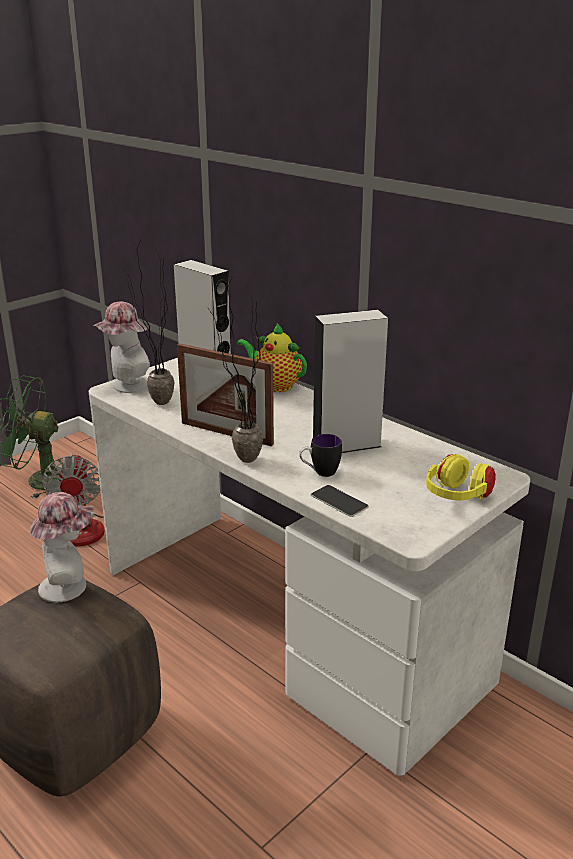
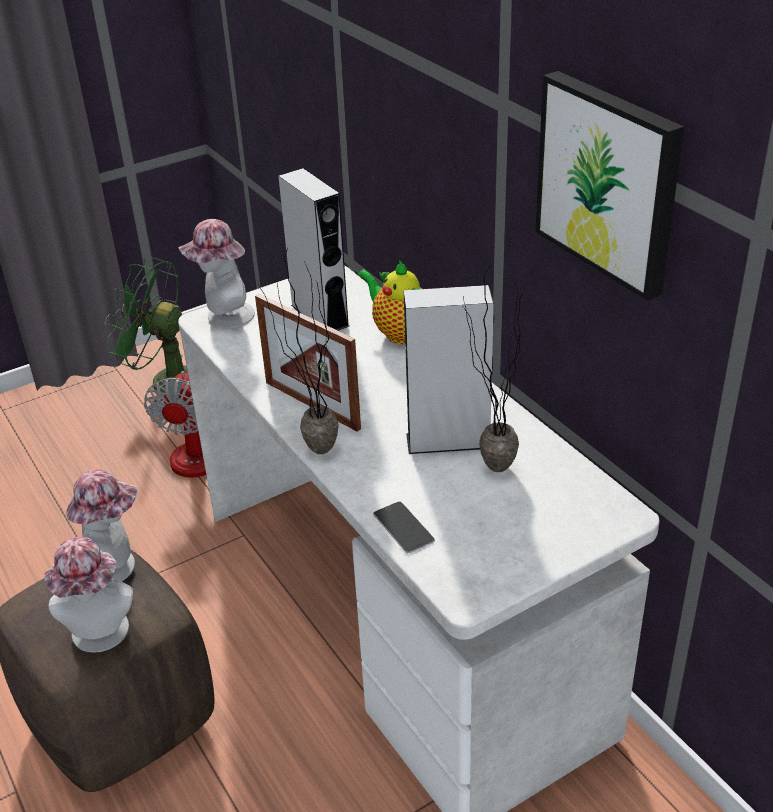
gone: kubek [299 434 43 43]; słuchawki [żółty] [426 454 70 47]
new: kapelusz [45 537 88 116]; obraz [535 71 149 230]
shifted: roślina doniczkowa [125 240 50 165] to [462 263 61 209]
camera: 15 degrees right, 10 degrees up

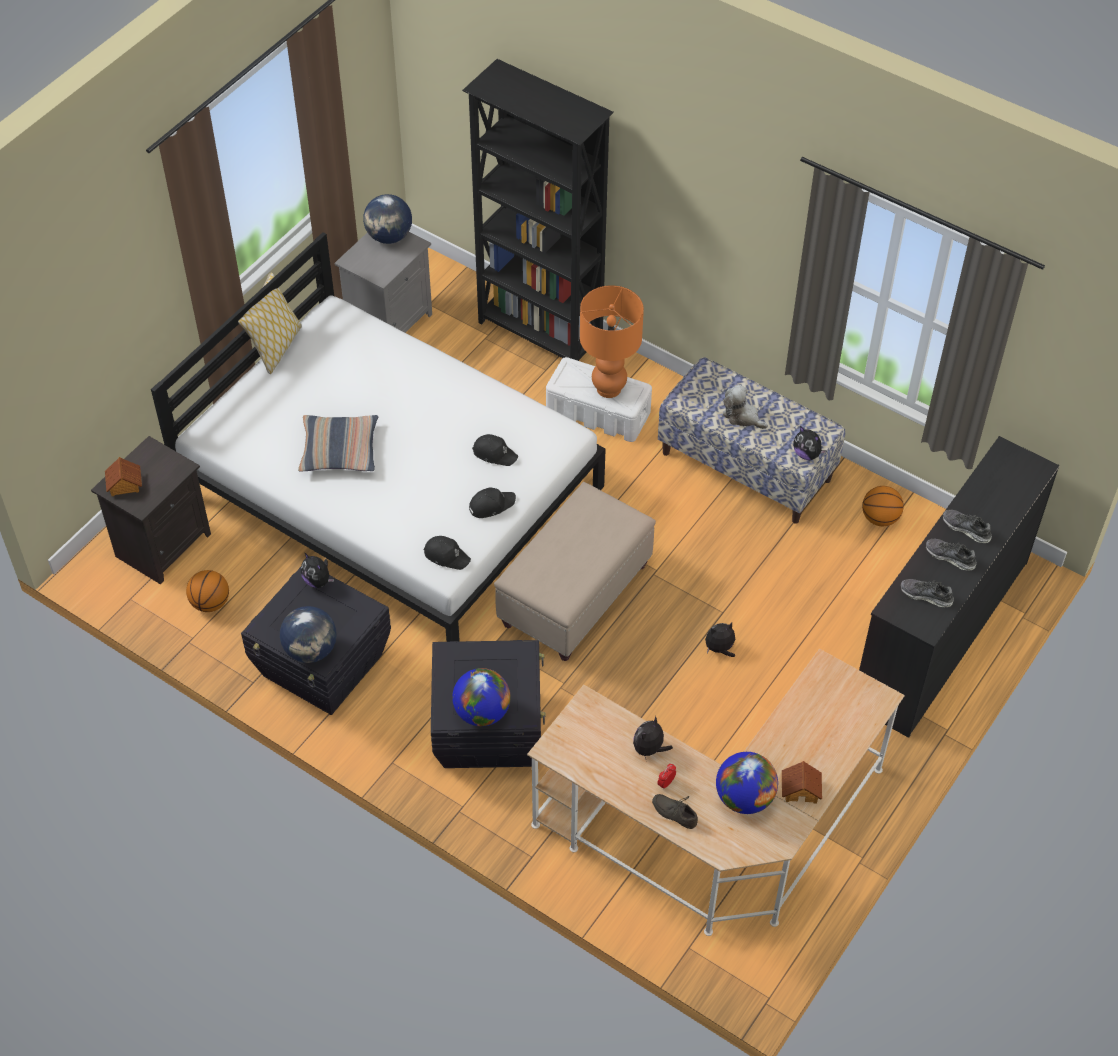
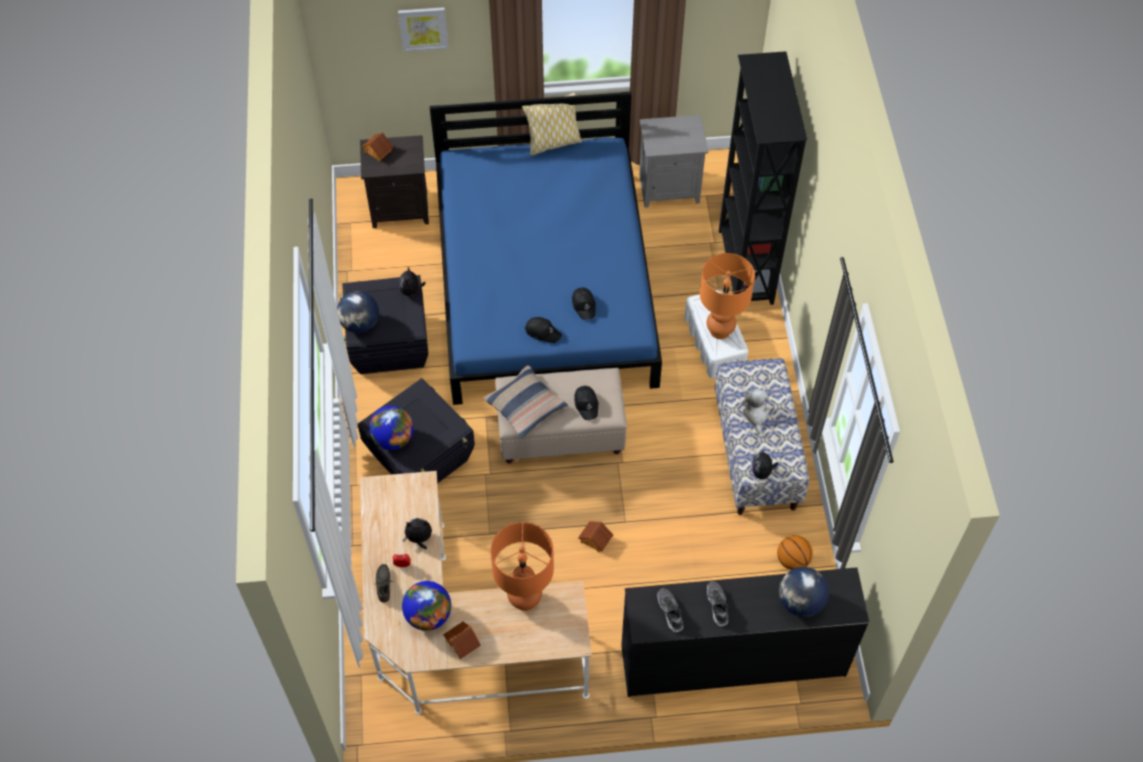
gone: piłka do koszykówki [186 570 43 42]; but [943 510 49 33]
new: obraz [398 7 50 45]; lampa stołowa [pomarańczowy] [491 522 63 89]
shifted: poduszka [298 415 81 57] to [483 365 85 73]; globus [363 194 49 50] to [779 567 50 50]; czapka z daszkiem [czarny] [423 536 48 34] to [574 386 25 34]
swapped: pluszak [705 623 30 34] to domek [578 521 35 31]
repainted: łóżko [biały] [151 232 455 410] to łóżko [niebieski] [430 91 232 314]
camera: 50 degrees right, 5 degrees up

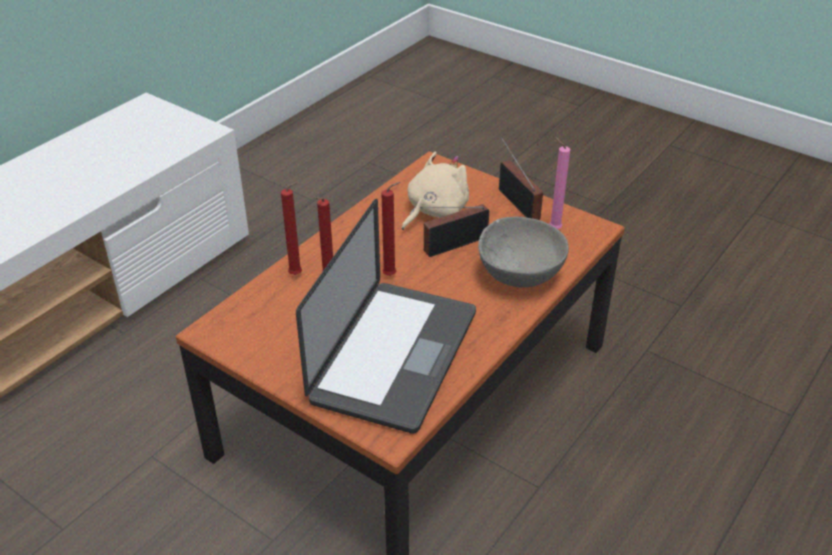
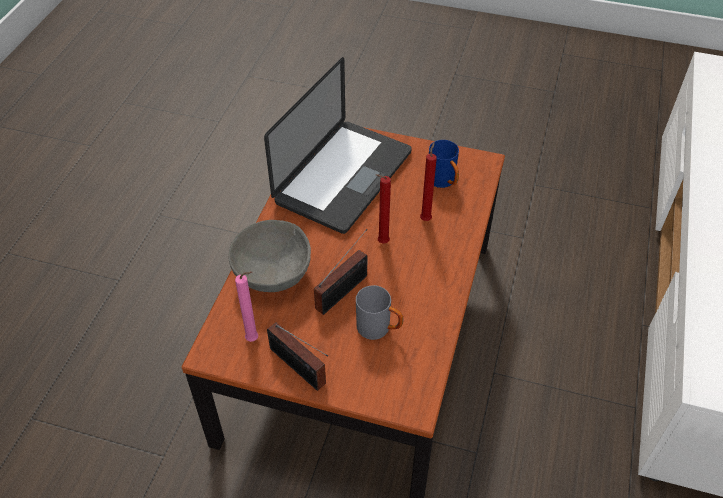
gone: świeca [czerwony] [281 182 21 93]
new: kubek [niebieski] [429 140 30 48]
swapped: pluszak [beżowy] [402 151 67 79] to kubek [szary] [356 285 47 55]
rotated: laptop [296 199 180 235] = [264 57 148 177] 150 degrees counterclockwise
camera: 160 degrees right, 10 degrees up

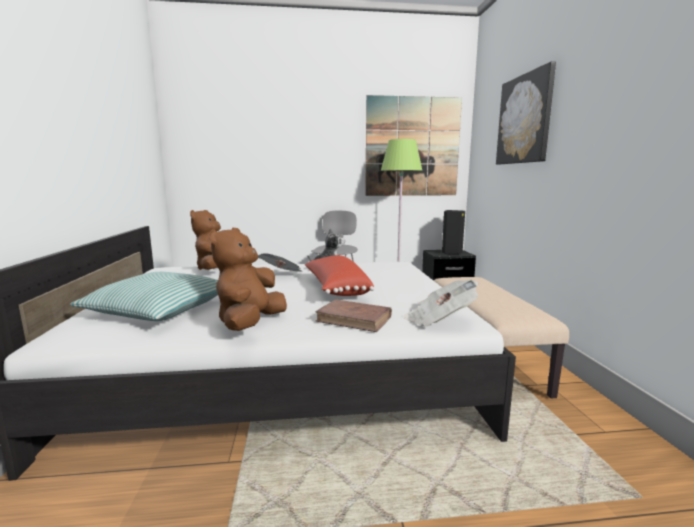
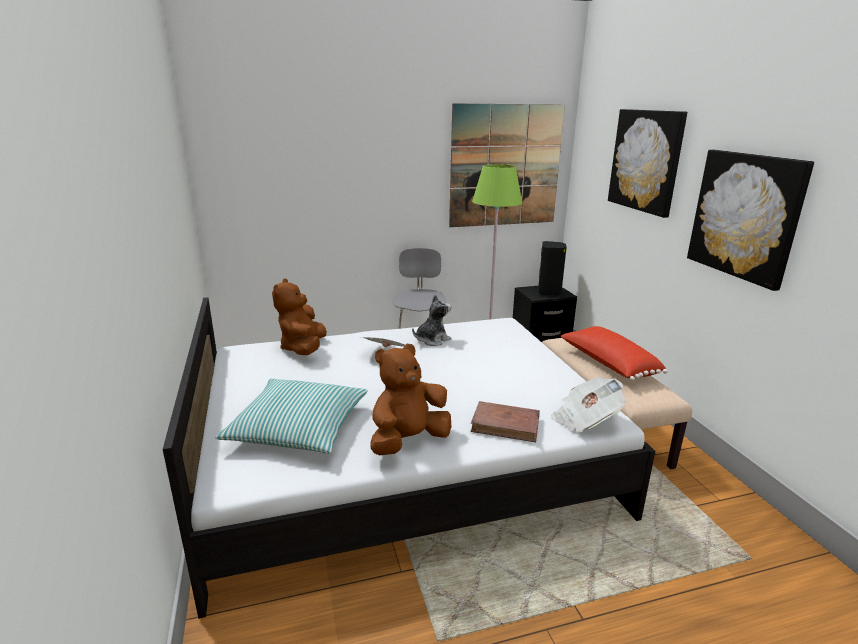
new: obraz [687 150 127 141]
shifted: poduszka [czerwony] [305 255 69 41] to [561 326 107 55]
rotated: pluszak [brązowy] [209 228 78 103] = [370 344 81 111] 45 degrees clockwise
camera: 10 degrees left, 10 degrees up

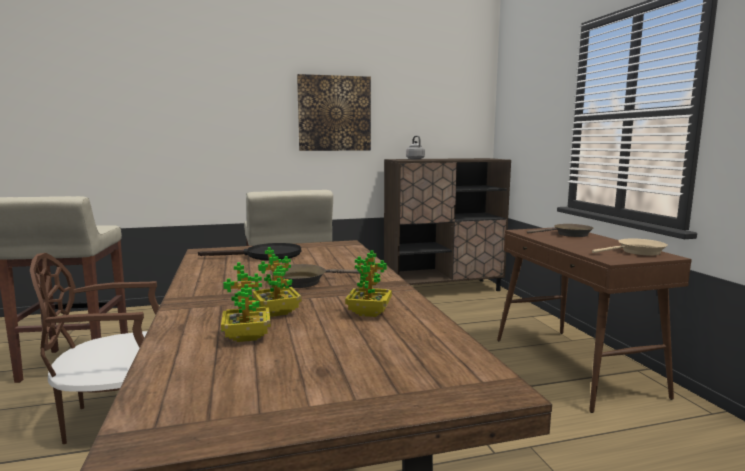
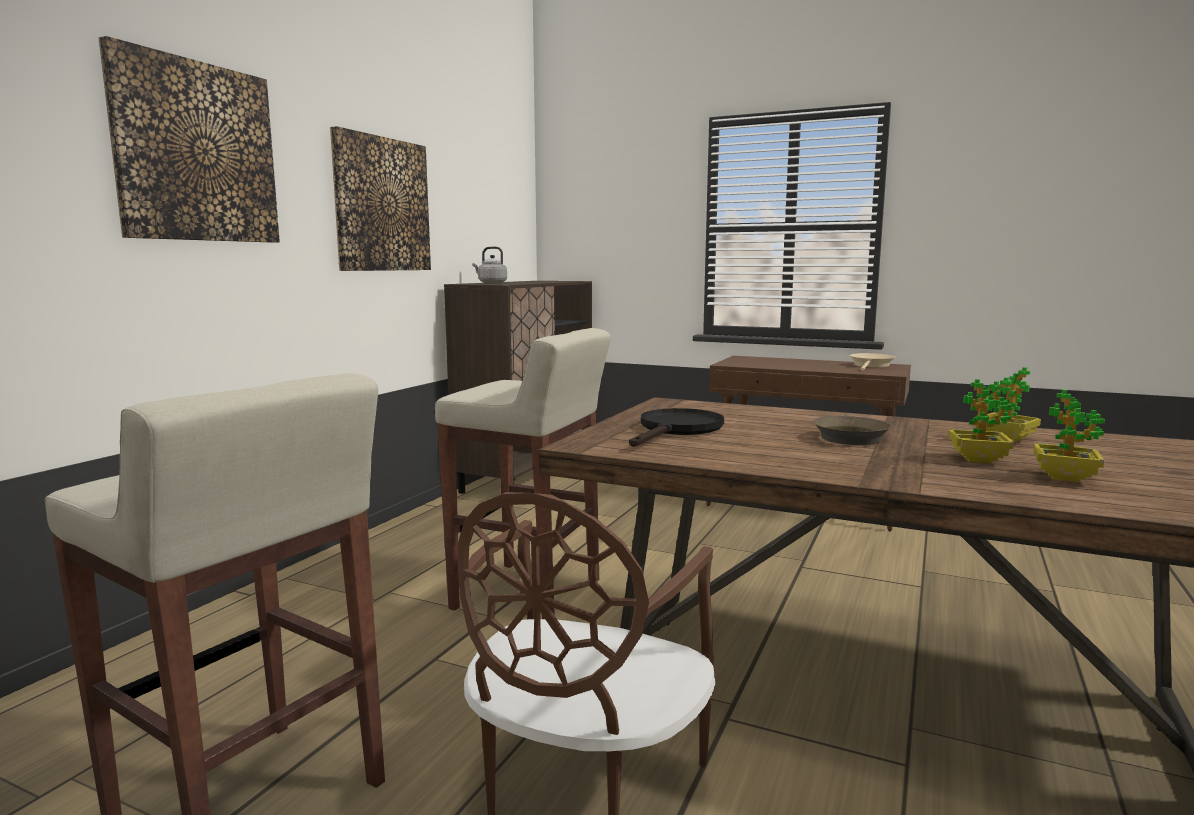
gone: patelnia [brązowy] [527 224 66 13]
new: obraz [99 36 181 207]
camera: 50 degrees left, 0 degrees up

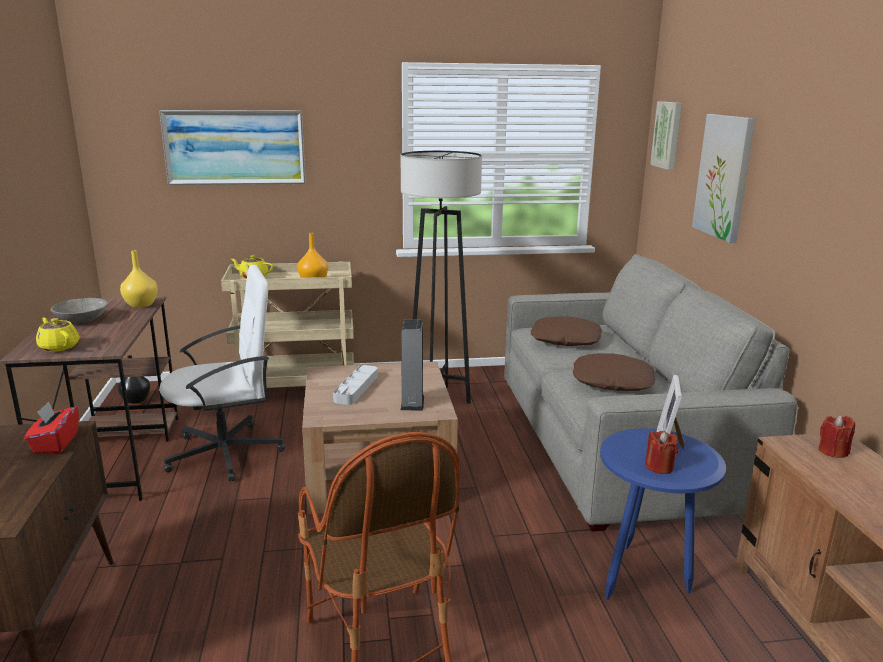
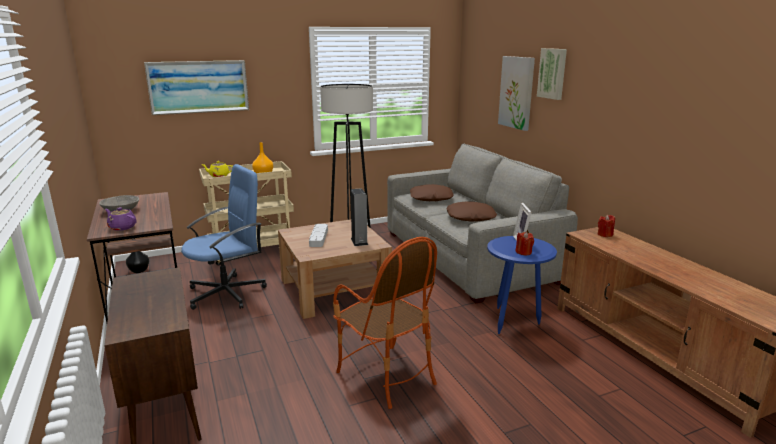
gone: pudełko chusteczek [czerwony] [24 401 55 53]; wazon [żółty] [120 250 38 58]
shifted: obraz [650 101 32 69] to [537 48 30 52]
repainted: imbryk [żółty] [36 317 44 35] to imbryk [fioletowy] [105 207 32 24]; krzesło biurowe [biały] [159 265 126 216] to krzesło biurowe [niebieski] [181 164 86 146]
camera: 15 degrees left, 0 degrees up

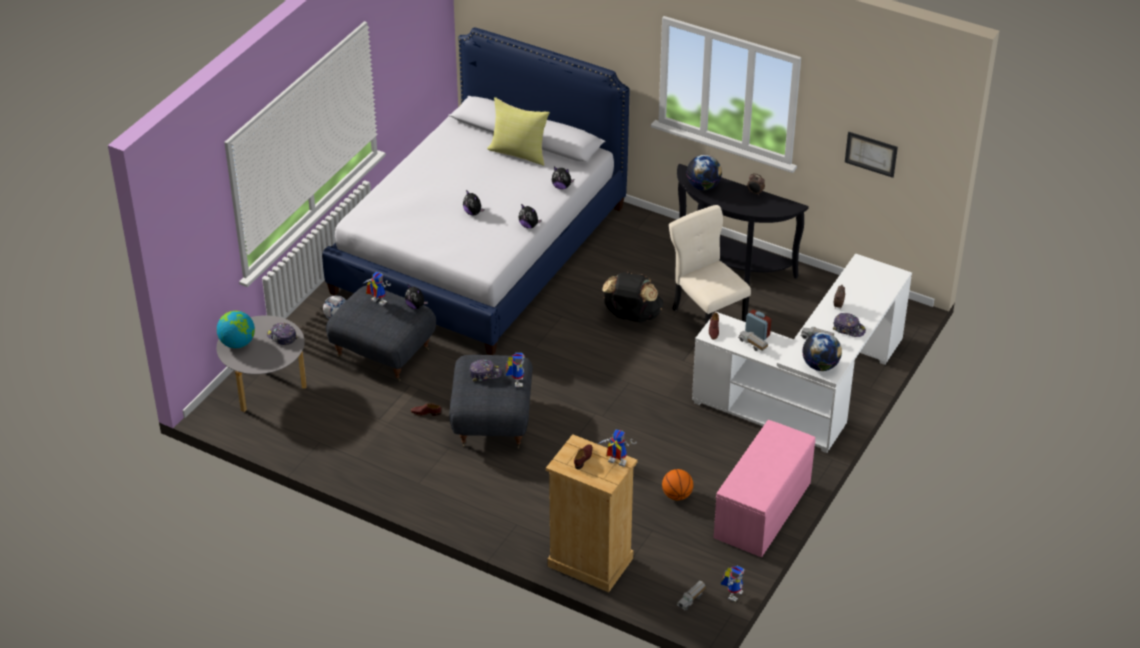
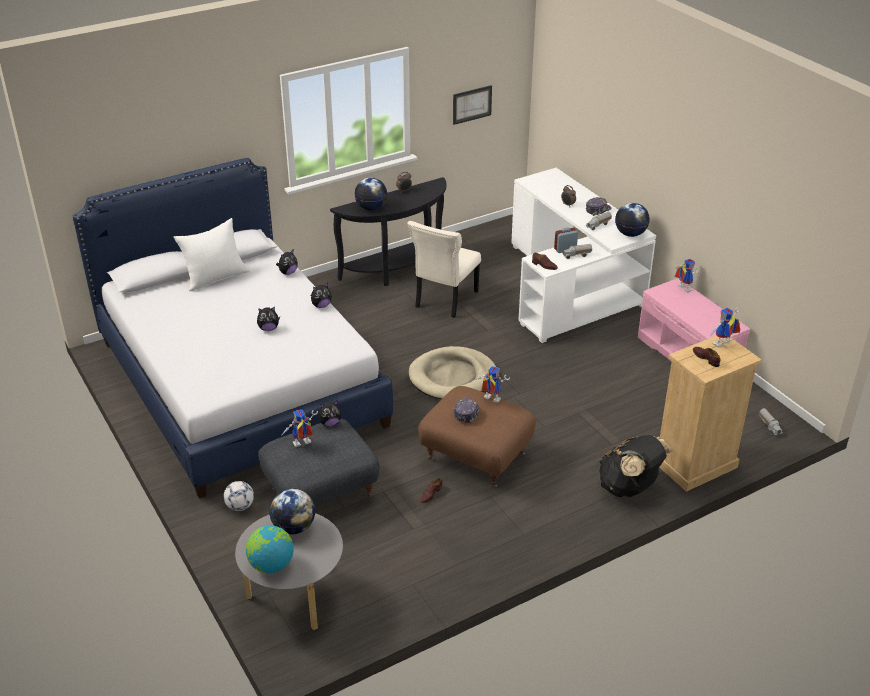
gone: piłka do koszykówki [662 469 31 31]
new: legowisko [beżowy] [409 346 87 53]
shifted: plecak [czarny] [602 272 61 50] to [599 435 73 62]; robot zabawkowy [721 566 24 36] to [675 259 25 33]
swapped: czapka z daszkiem [267 323 31 22] to globus [269 488 46 46]
repainted: pufa [szary] [449 355 84 94] to pufa [brązowy] [418 386 118 102]; poduszka [żółty] [487 97 63 69] to poduszka [biały] [173 218 76 73]
rotated: krzesło [beżowy] [669 205 82 120] = [408 221 73 97] 60 degrees counterclockwise
camera: 60 degrees left, 5 degrees down

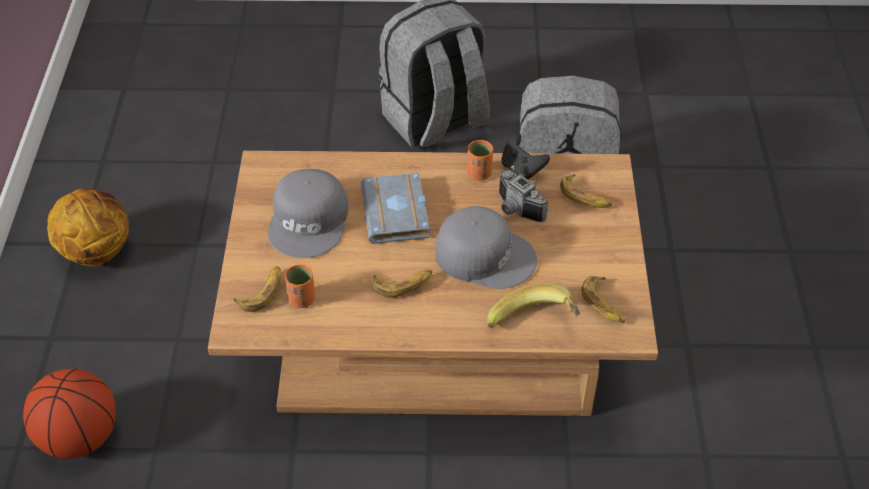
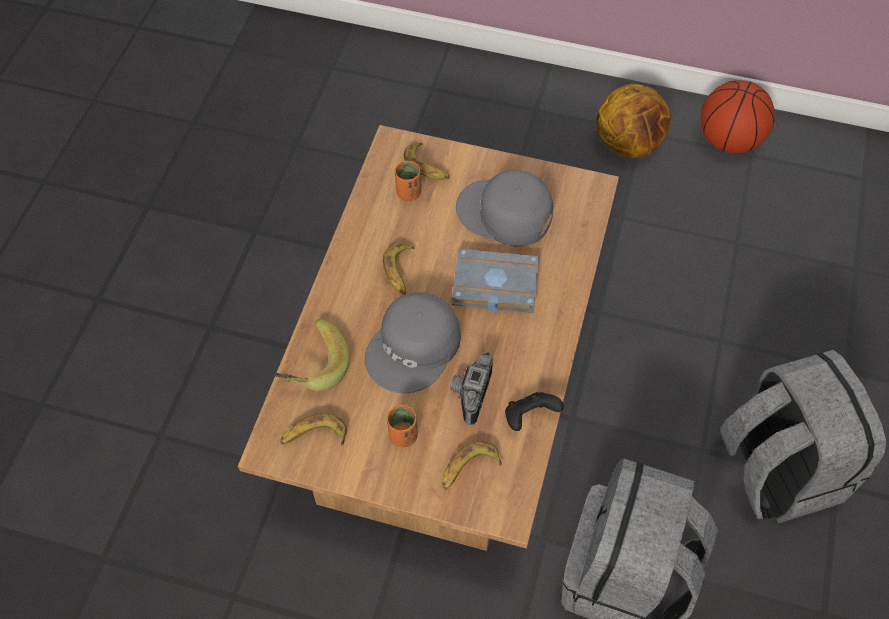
shifted: piłka do koszykówki [23 369 93 90] to [701 80 74 74]; filiżanka [pomarańczowy] [467 140 26 41] to [387 405 31 43]
rotated: aparat fotograficzny [499 170 49 52] = [450 353 43 72] 45 degrees counterclockwise
camera: 105 degrees right, 10 degrees up

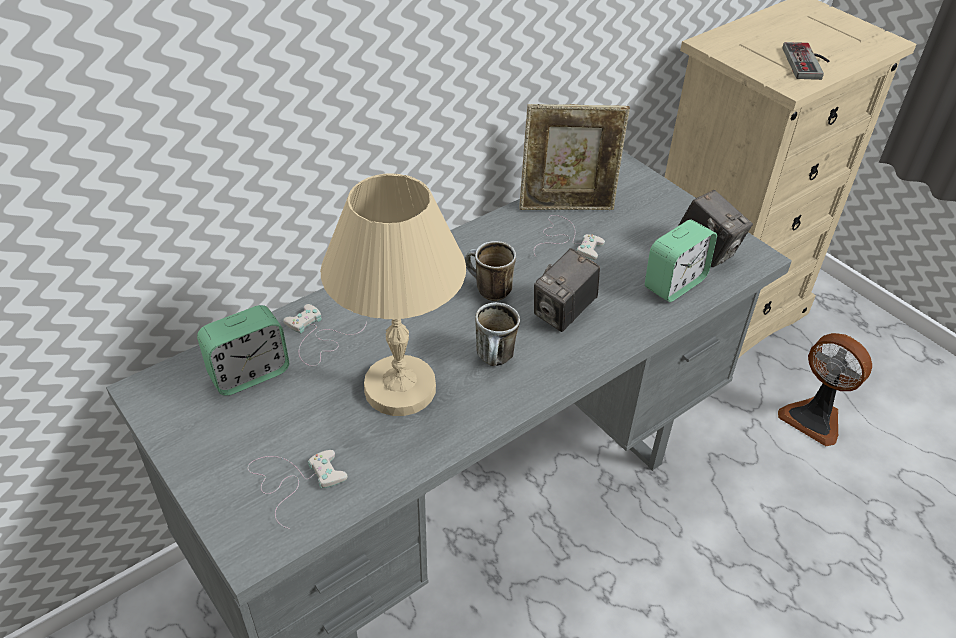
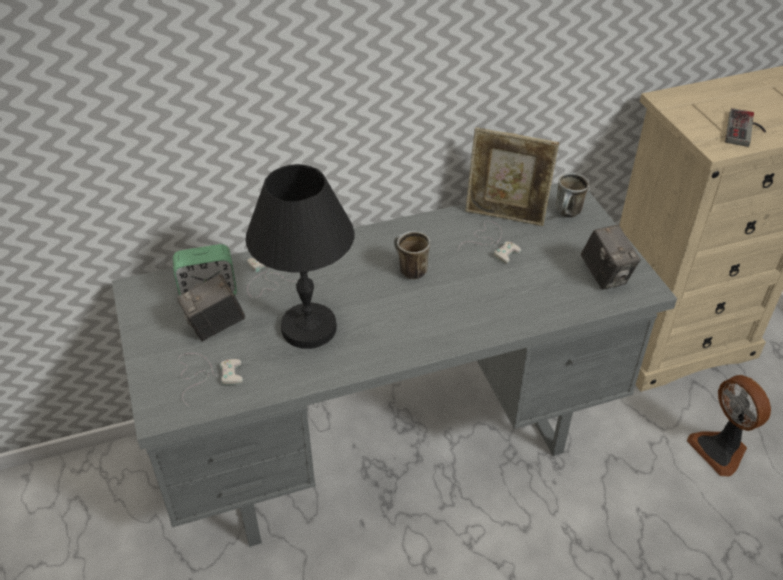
gone: budzik [645 220 72 82]
shifted: kubek [475 302 45 64] to [556 173 33 45]; aparat fotograficzny [534 248 66 84] to [177 274 68 67]
repainted: lampa stołowa [beżowy] [320 174 146 242] to lampa stołowa [czarny] [246 164 109 185]
camera: 20 degrees right, 0 degrees up

